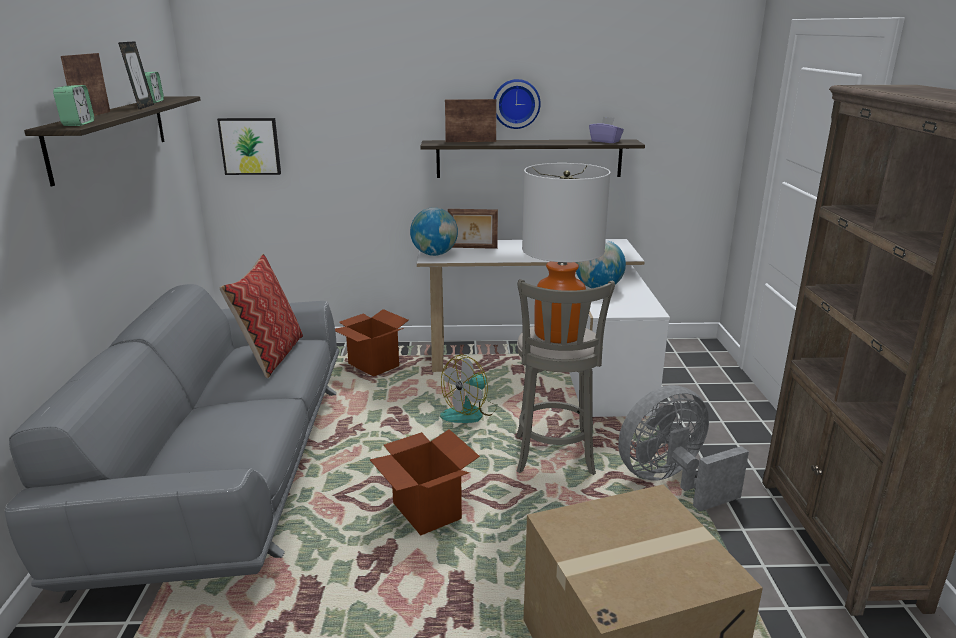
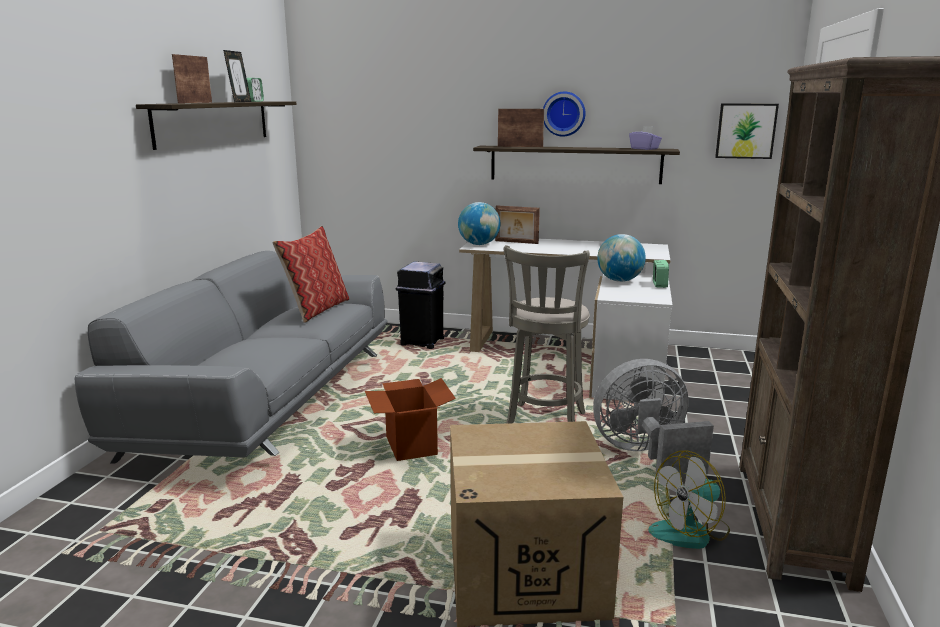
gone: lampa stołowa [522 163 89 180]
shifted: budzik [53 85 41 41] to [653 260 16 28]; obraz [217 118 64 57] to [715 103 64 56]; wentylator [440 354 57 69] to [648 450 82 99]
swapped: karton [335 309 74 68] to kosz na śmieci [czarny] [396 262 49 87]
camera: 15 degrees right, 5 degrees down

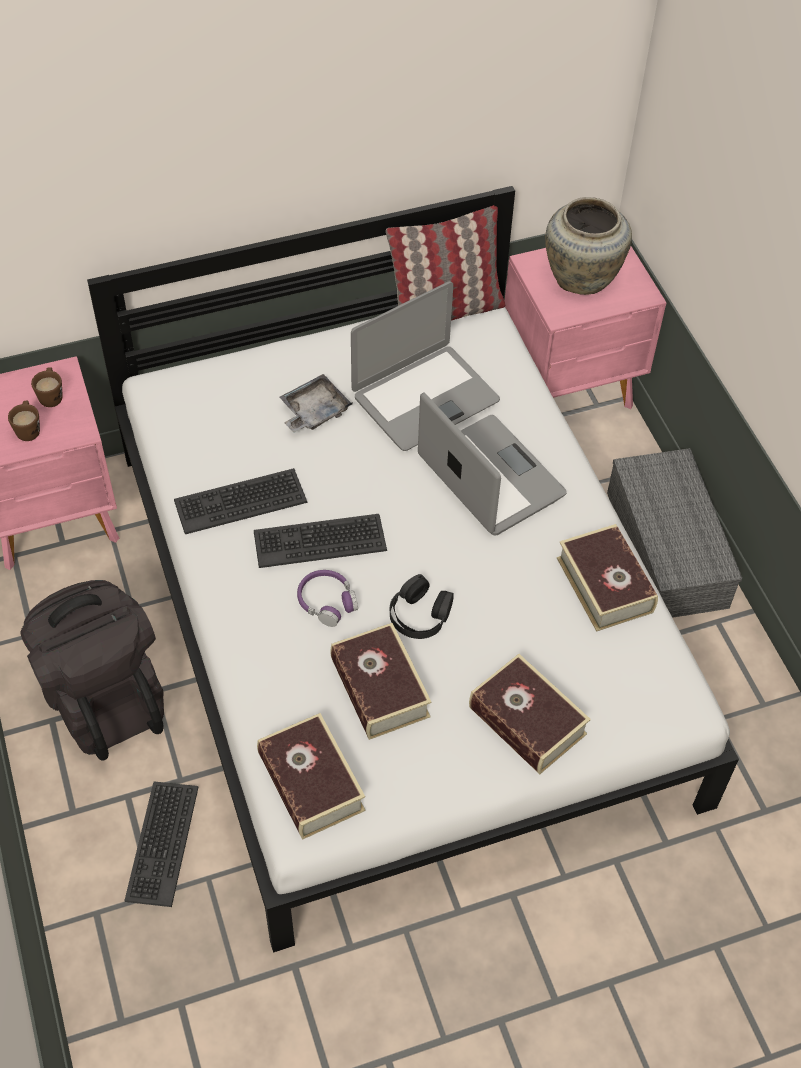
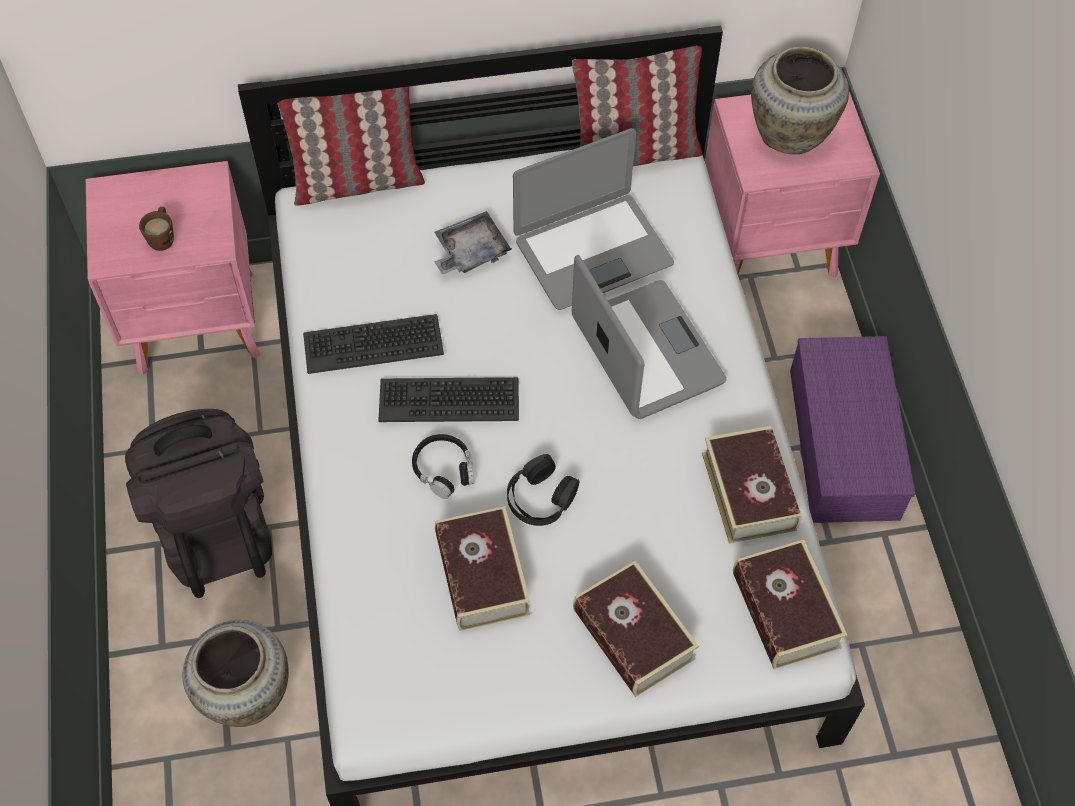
gone: kubek [brązowy] [31 367 31 40]
new: poduszka [277 87 148 119]
shifted: książka [257 713 108 127] to [733 539 114 130]
swapped: klawiatura [124 781 75 126] to wazon [beżowy] [182 620 107 107]
repainted: słuchawki [fioletowy] [297 570 61 57] to słuchawki [czarny] [412 434 62 65]; pojemnik do przechowywania [szary] [607 448 135 170] to pojemnik do przechowywania [fioletowy] [790 336 125 187]
camera: 10 degrees right, 5 degrees up

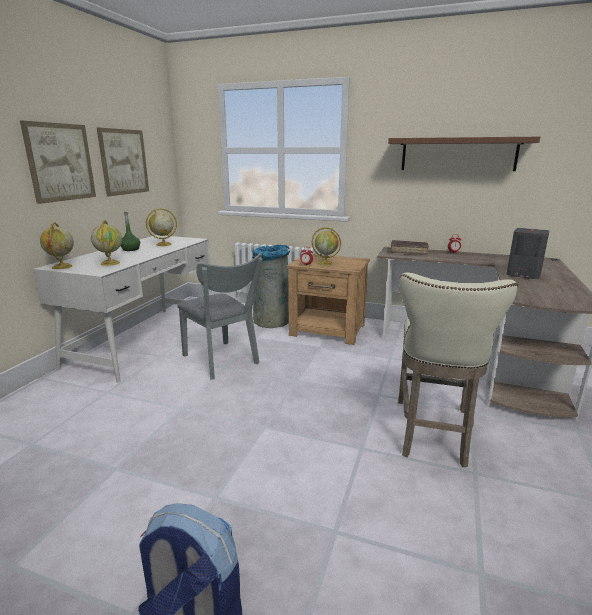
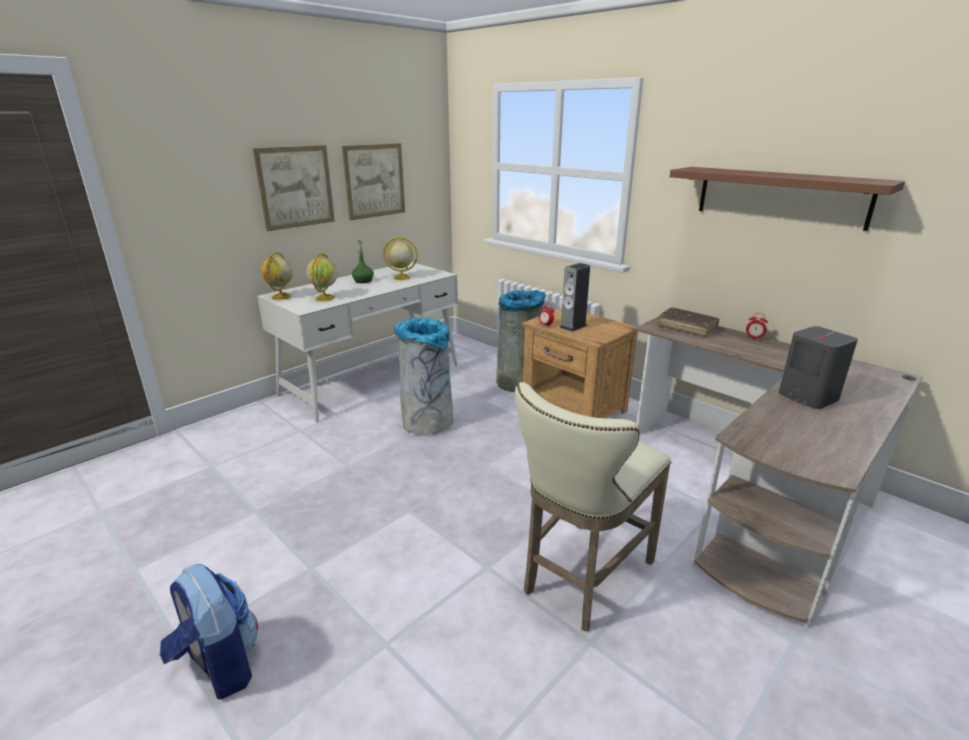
swapped: krzesło [szary] [177 252 86 128] to kosz na śmieci [szary] [394 318 60 116]; globus [312 227 29 38] to głośnik [559 263 31 69]
camera: 25 degrees right, 5 degrees up

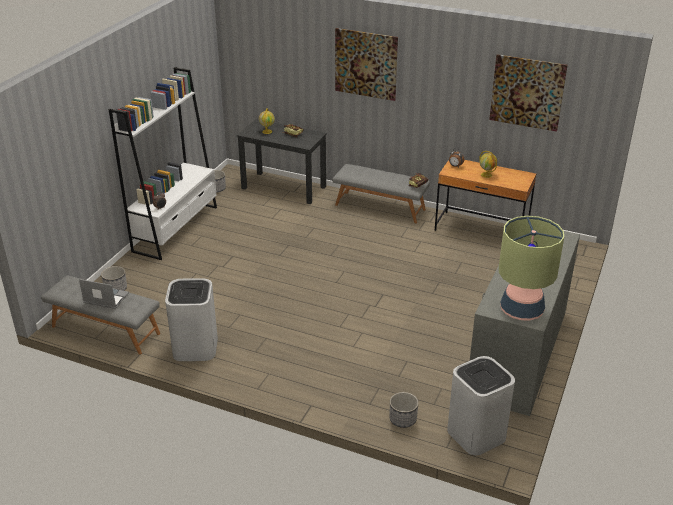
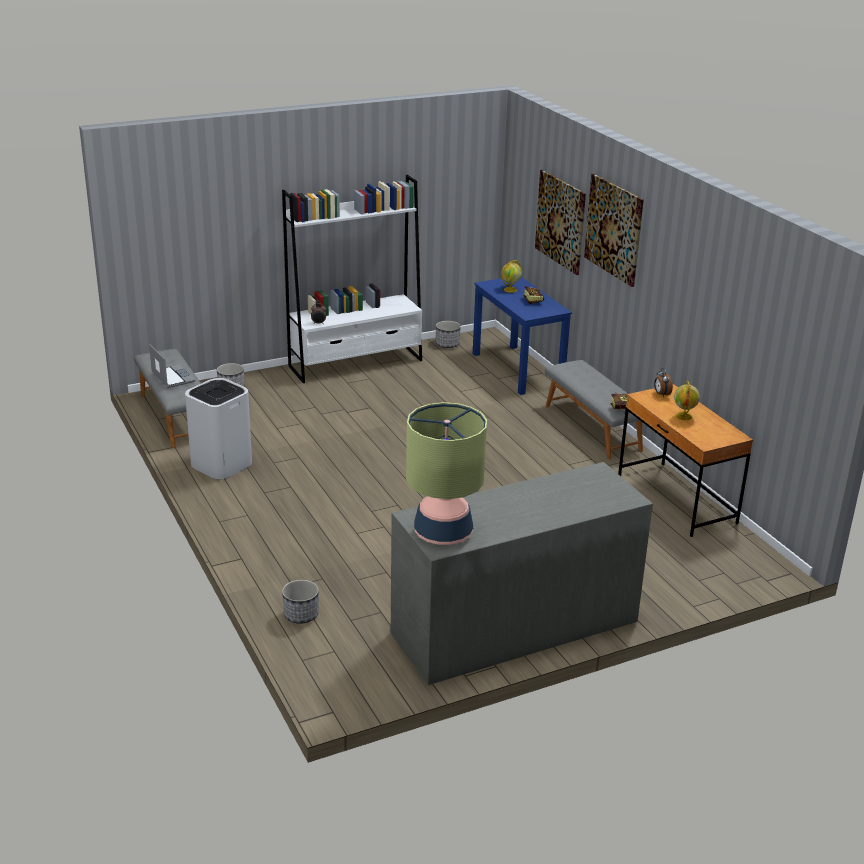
gone: kosz na śmieci [biały] [447 356 68 99]
shifted: obraz [489 54 79 78] to [535 170 51 105]
repainted: biurko [czarny] [237 119 90 85] to biurko [niebieski] [473 277 99 118]
camera: 40 degrees right, 5 degrees down

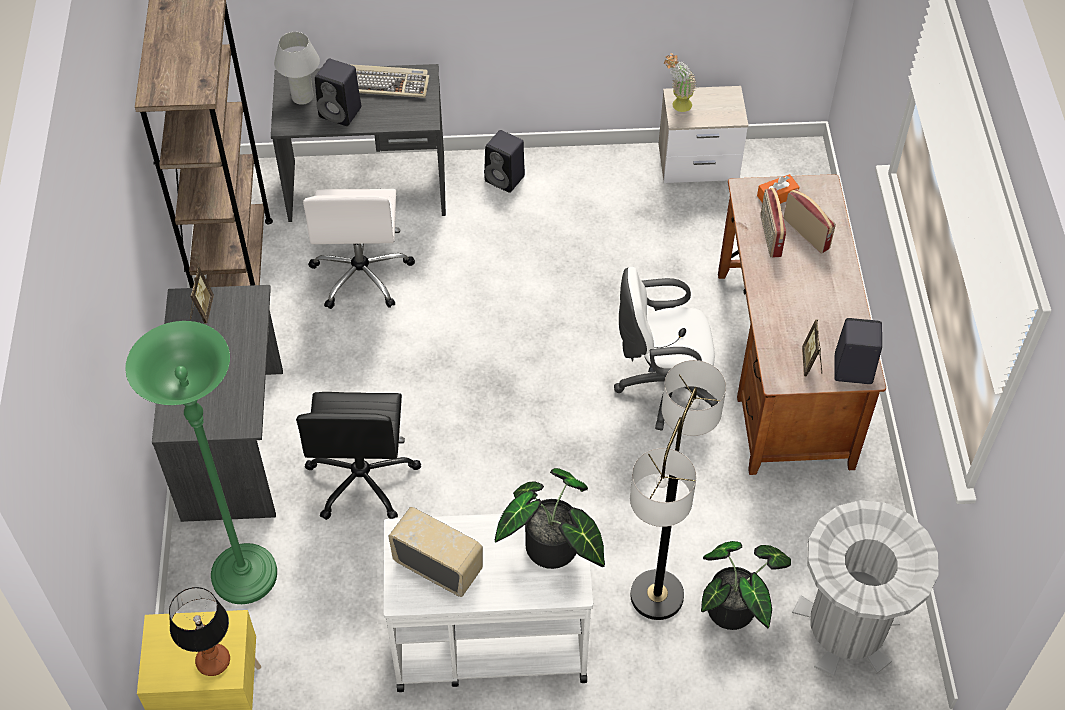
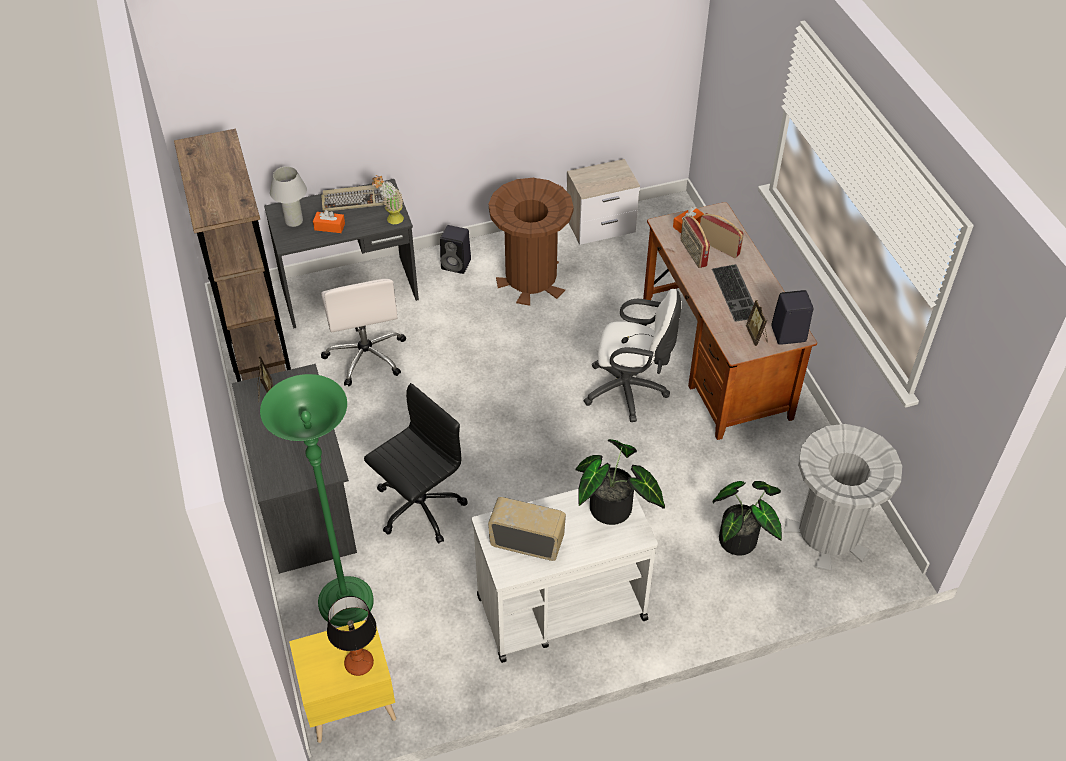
gone: lampa stojąca [630 360 96 260]
new: kosz na śmieci [brązowy] [489 178 85 128]; klawiatura [712 264 42 58]
shifted: roślina doniczkowa [664 53 33 59] to [372 175 32 49]
swapped: głośnik [czarny] [315 59 46 67] to pudełko chusteczek [pomarańczowy] [313 210 32 23]
rotated: krzesło biurowe [czarny] [296 392 125 128] = [364 383 104 160] 120 degrees counterclockwise; krzesło biurowe [biały] [614 267 104 164] = [584 289 97 133] 150 degrees counterclockwise
camera: 15 degrees left, 5 degrees down

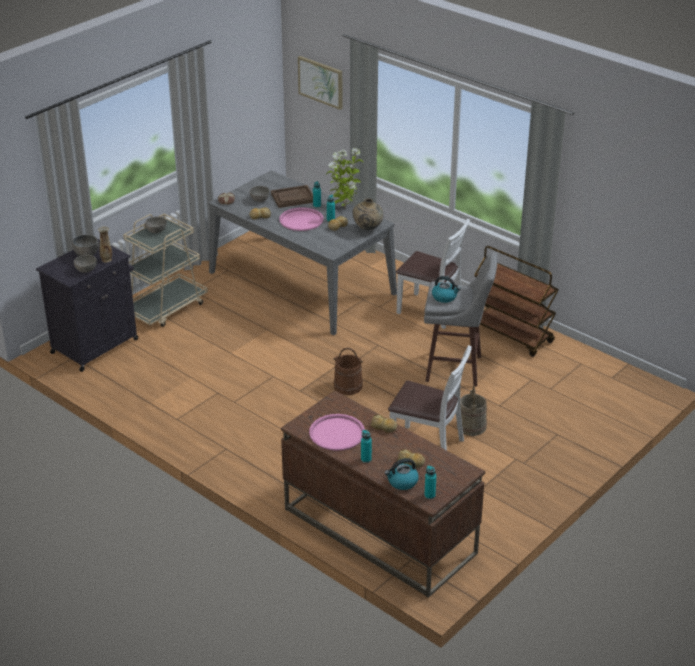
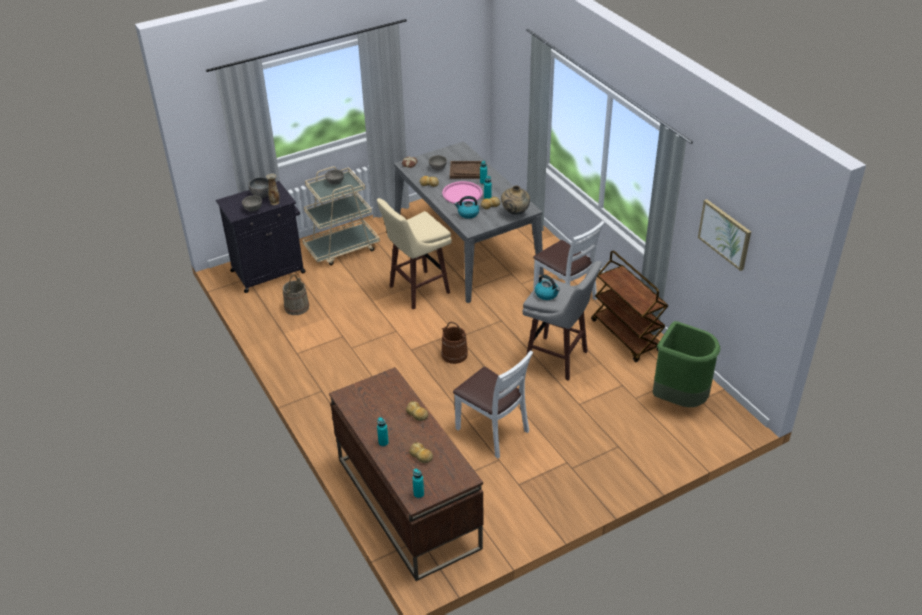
gone: taca [różowy] [309 414 56 37]; roślina doniczkowa [326 148 37 60]
new: stołek [beżowy] [377 198 75 111]; kosz na śmieci [zielony] [653 321 67 86]
shifted: obraz [298 56 44 54] to [698 199 53 72]; czajnik [384 458 35 32] to [454 196 25 23]; wiadro [beżowy] [457 386 30 50] to [283 274 26 41]
camera: 20 degrees right, 5 degrees up

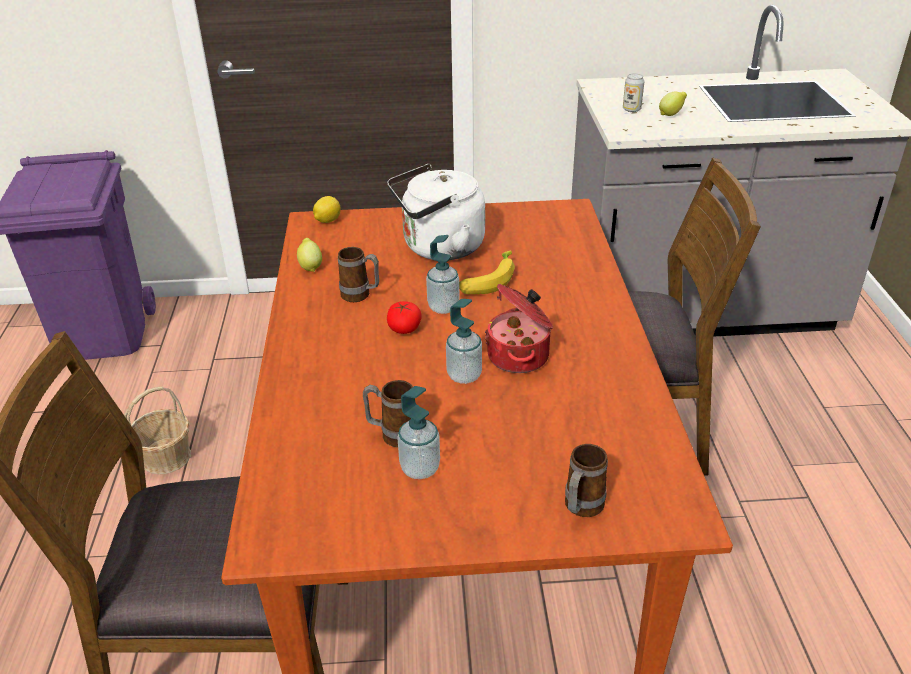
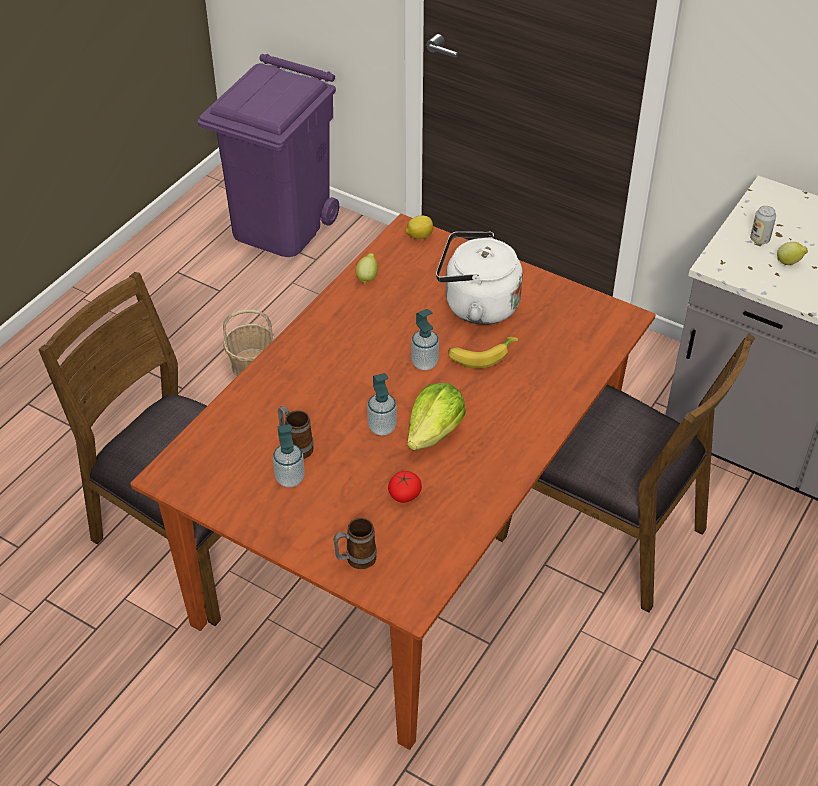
gone: kubek [338 247 41 55]
shifted: pomidor [387 301 35 33] to [388 471 34 32]
swapped: garnek [485 284 68 89] to sałata [407 383 59 67]
camera: 35 degrees right, 10 degrees up

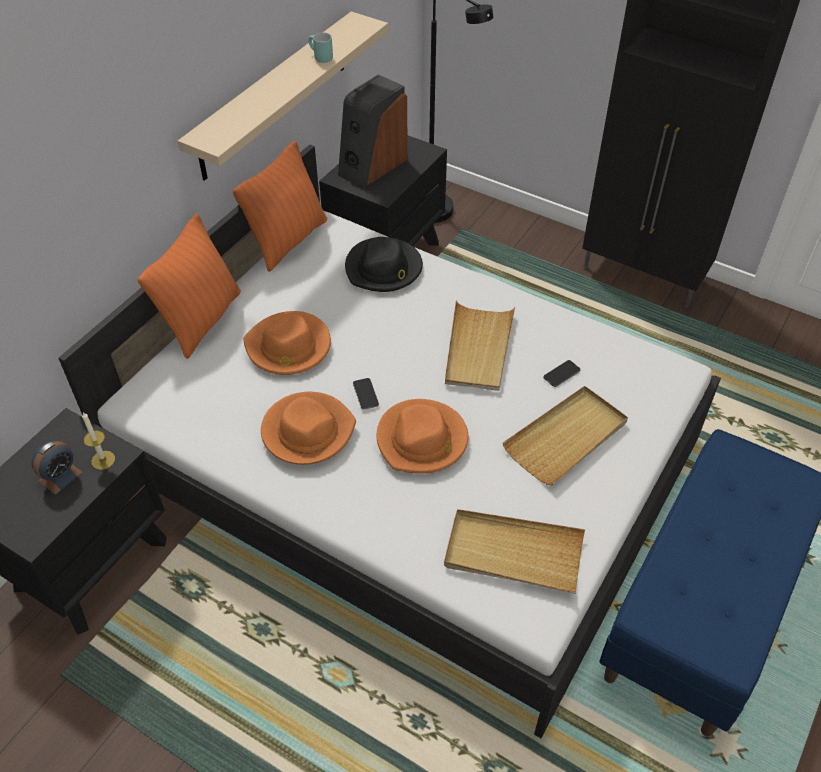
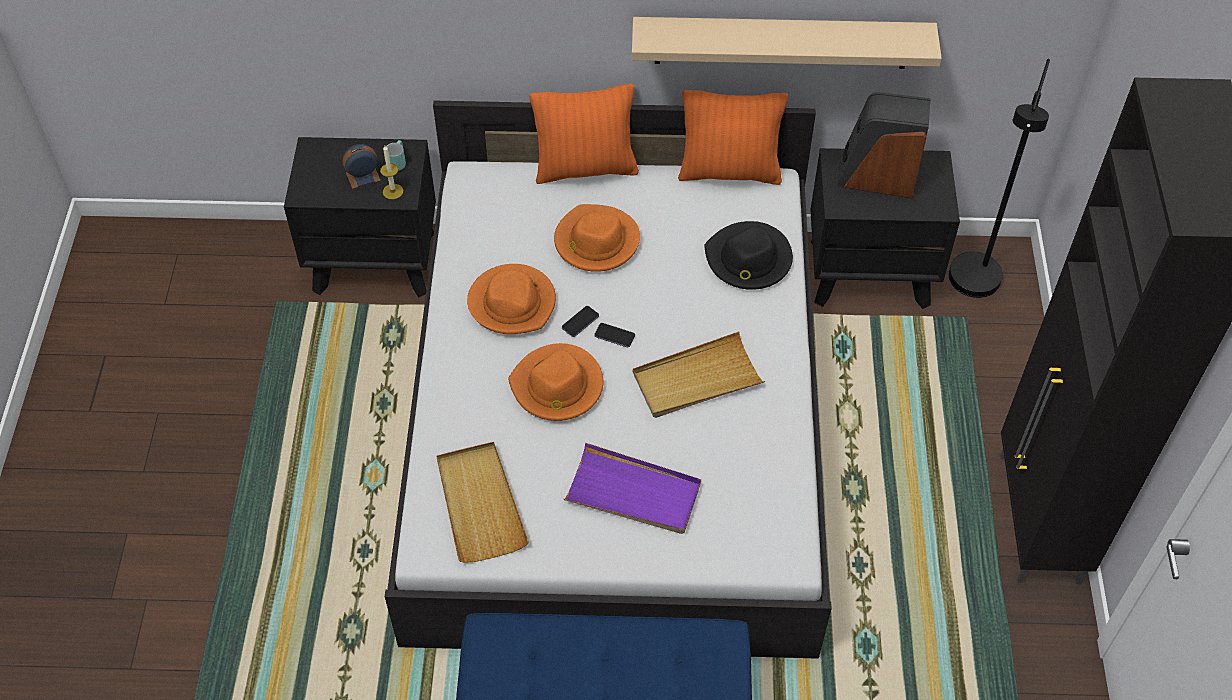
shifted: kubek [turkusowy] [309 32 24 31] to [386 140 20 31]; telefon [543 360 38 27] to [595 323 40 24]
repainted: taca [beżowy] [503 386 125 99] to taca [fioletowy] [563 443 138 91]
rotated: budzik [32 441 51 54] = [342 144 39 45] 150 degrees clockwise
camera: 60 degrees right, 5 degrees up

